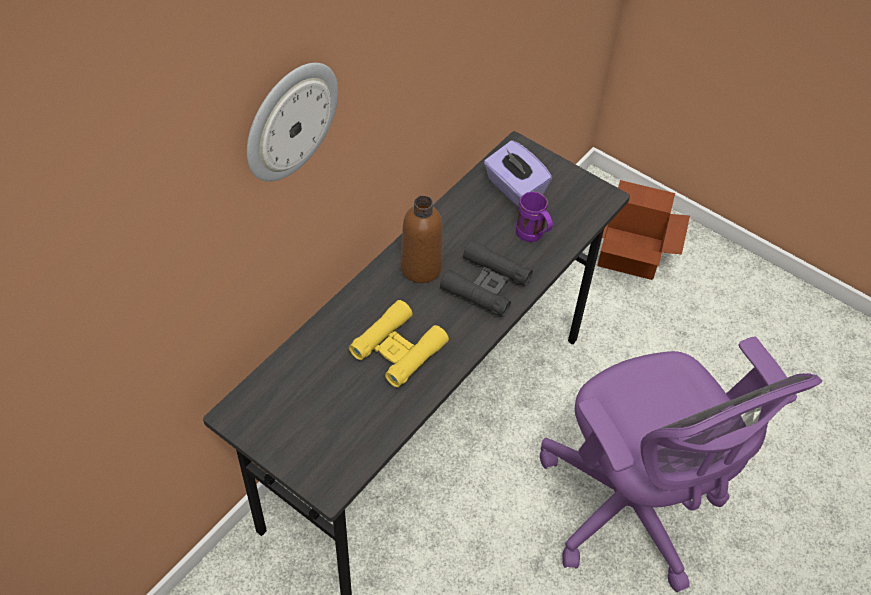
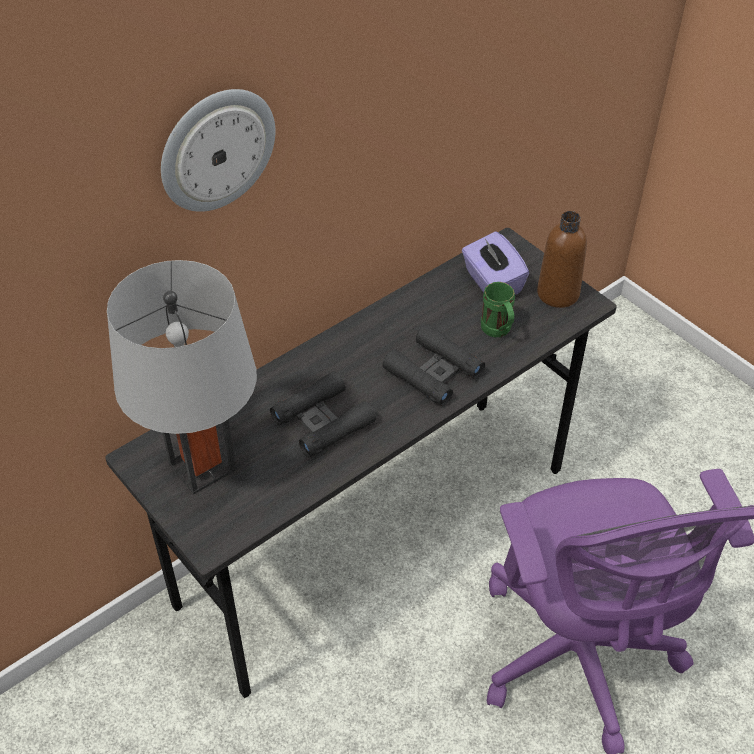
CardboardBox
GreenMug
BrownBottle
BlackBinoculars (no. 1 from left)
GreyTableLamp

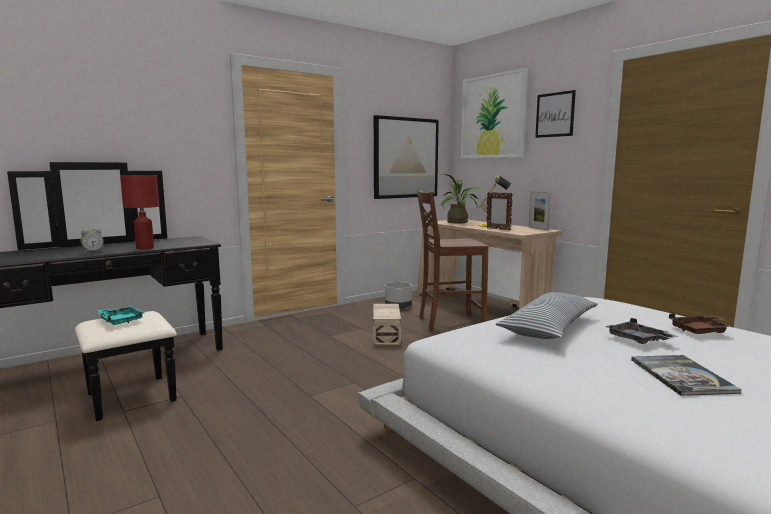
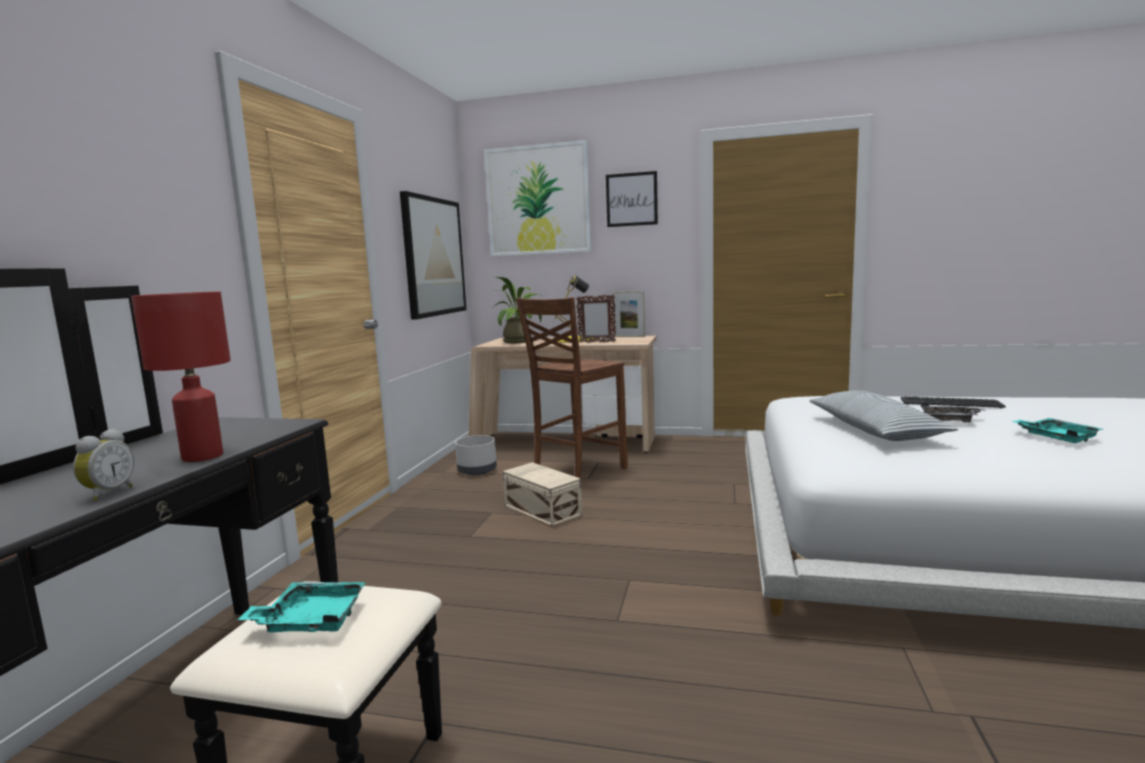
Keyboard
TurquoiseTray (no. 2 from left)

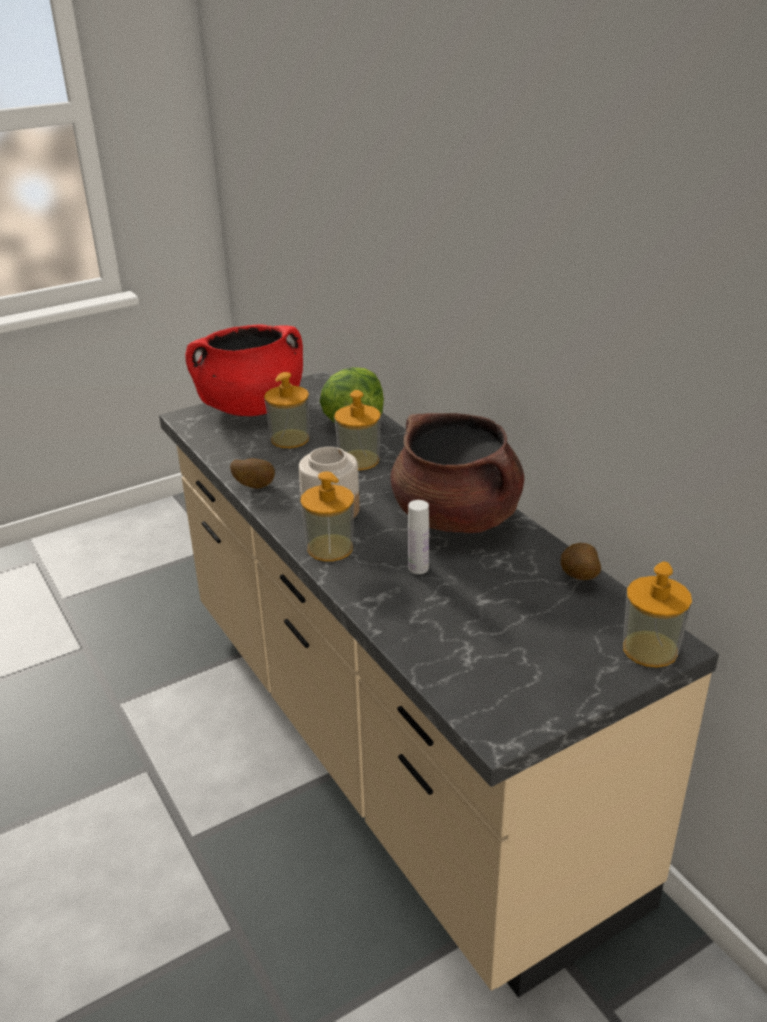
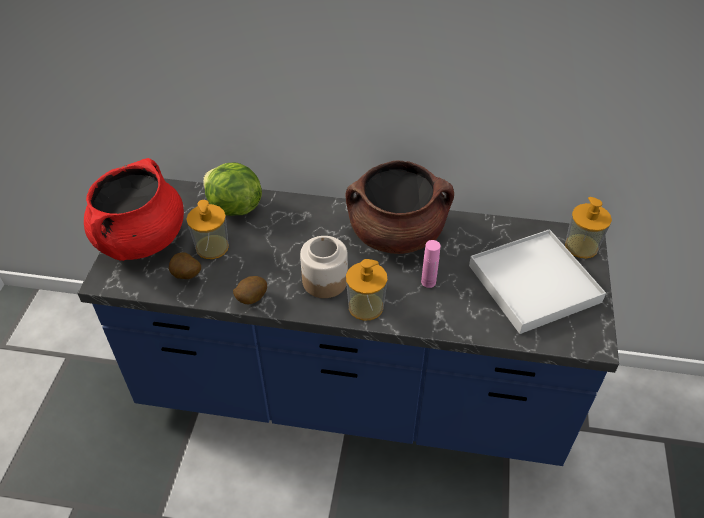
BlueCounter
SoapDispenser (no. 3 from left in the first image)
PinkBottle
Potato (no. 1 from left)
WhiteTray

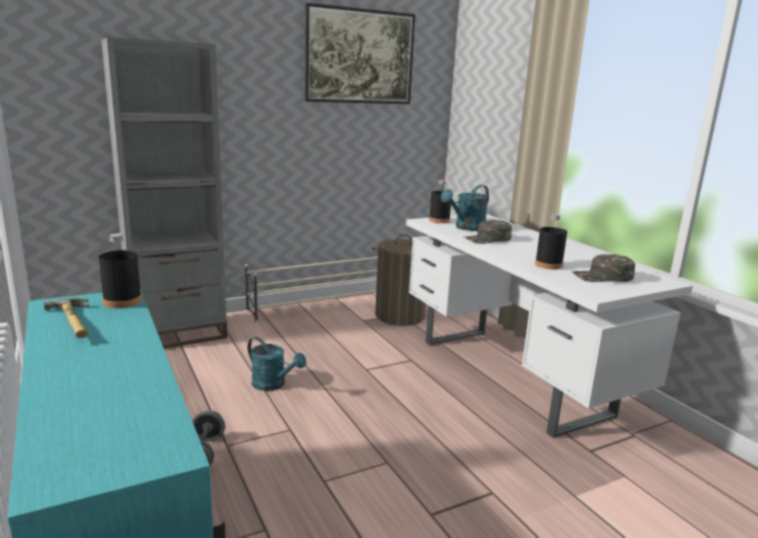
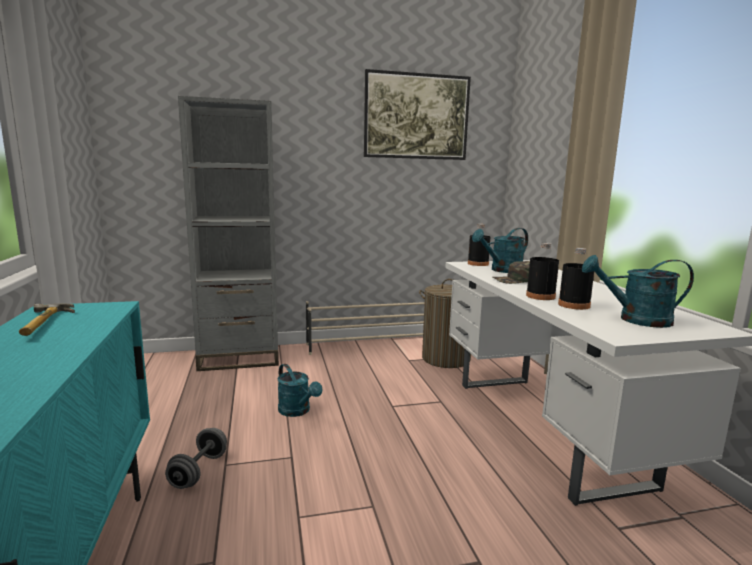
BlackBottle (no. 2 from left)
TurquoiseWateringCan (no. 3 from left)

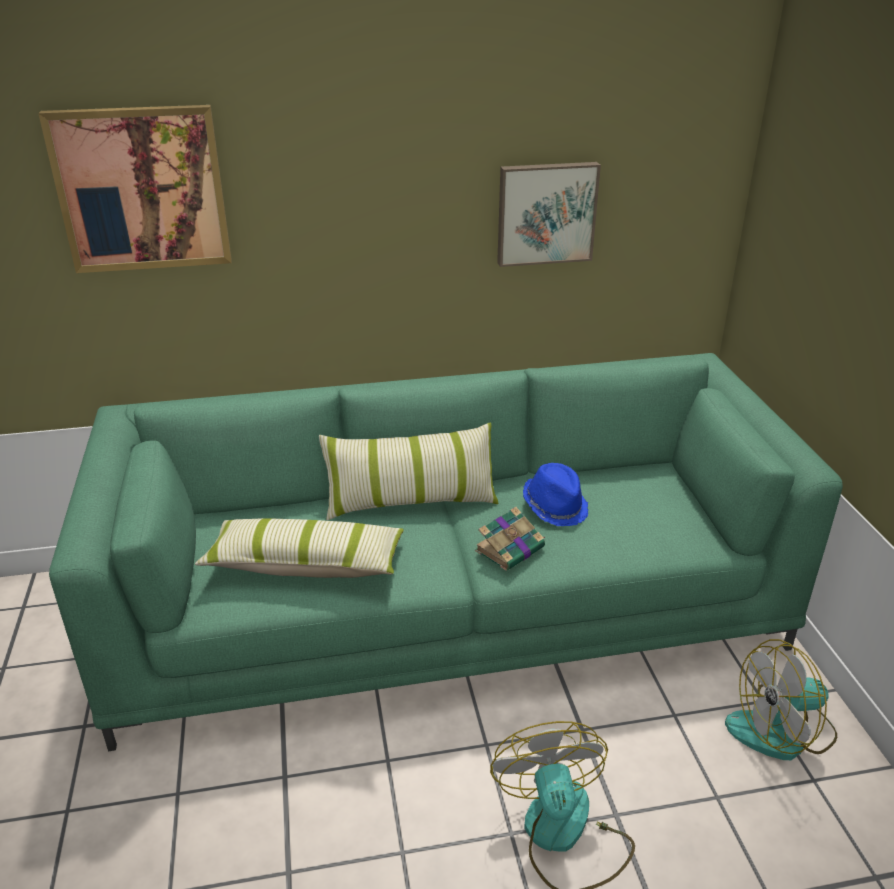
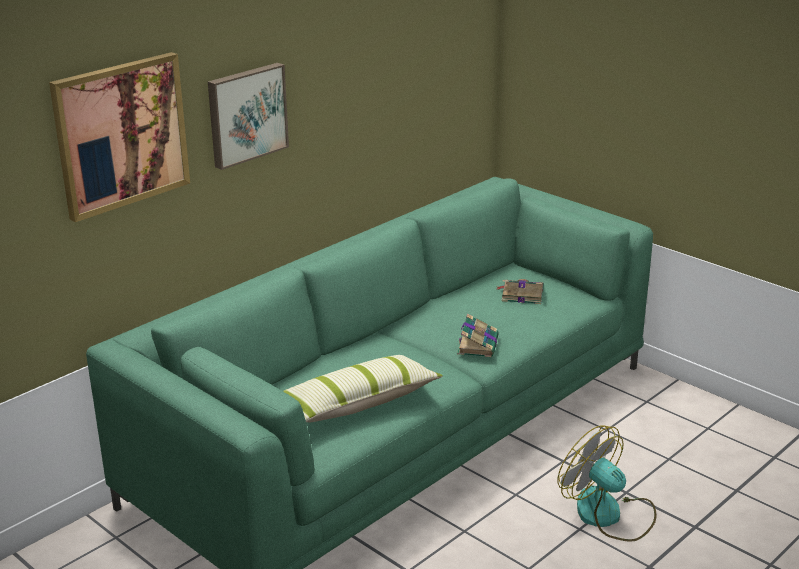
Picture (no. 2 from left)
Pillow (no. 2 from left in the first image)
BlueHat
Fan (no. 2 from left in the first image)
Book (no. 2 from left)

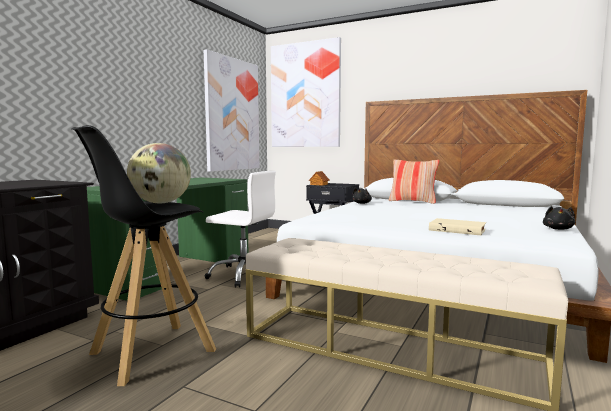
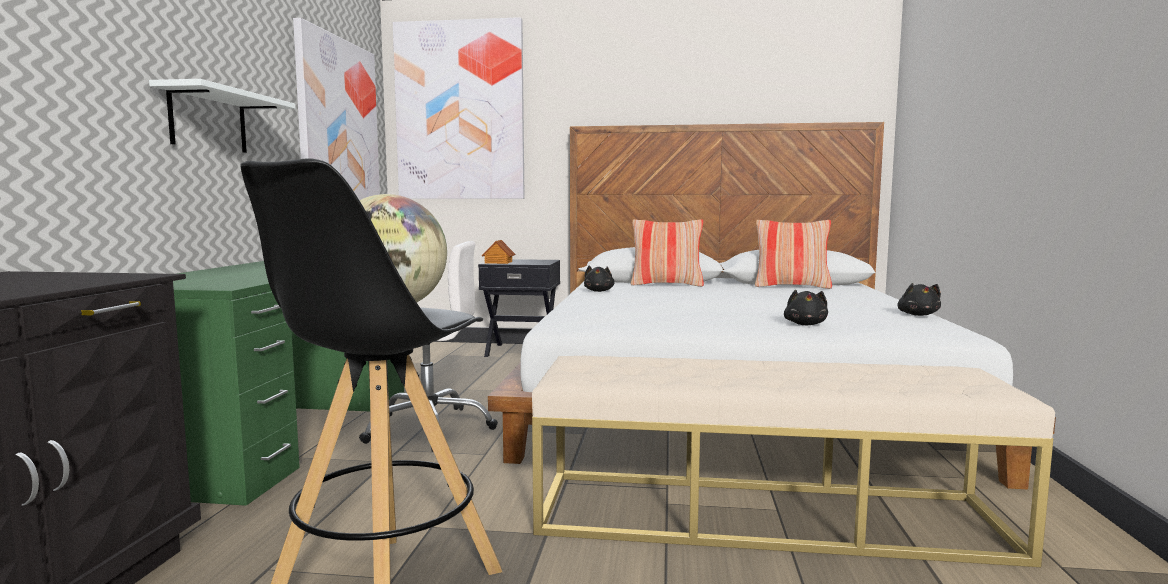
BlackPlushToy (no. 2 from left)
WhiteShelf
Pillow (no. 2 from left)

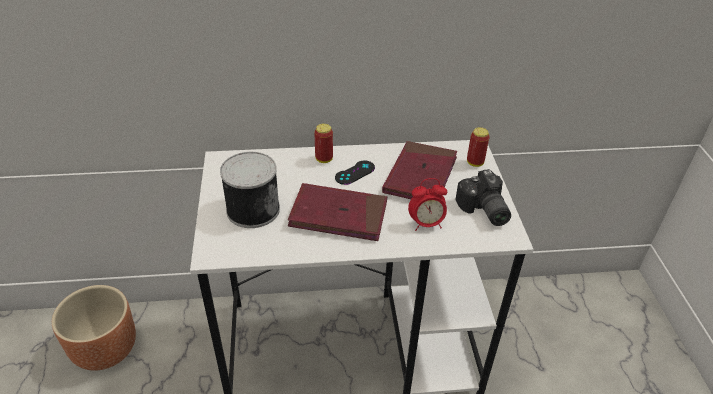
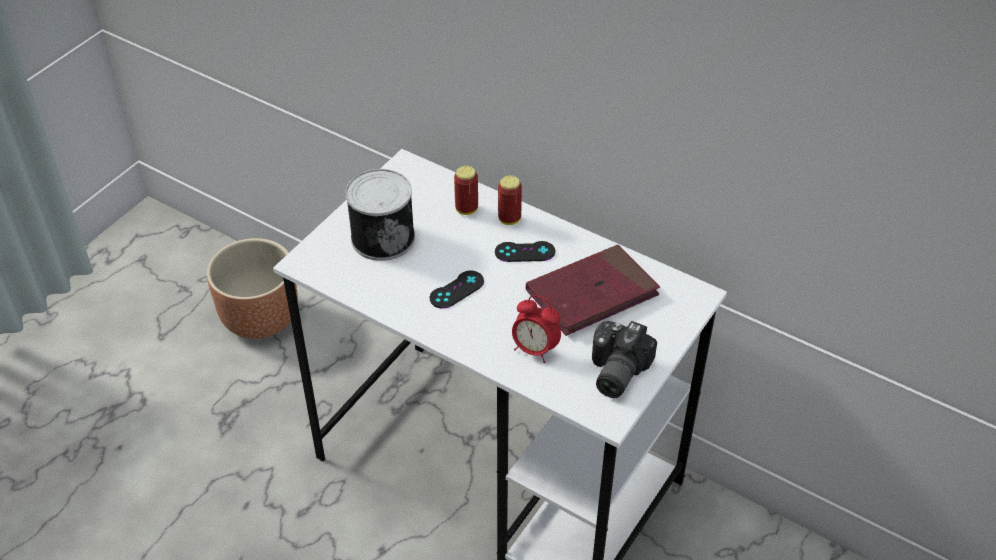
Can (no. 2 from left)
BlackGameController (no. 1 from left)

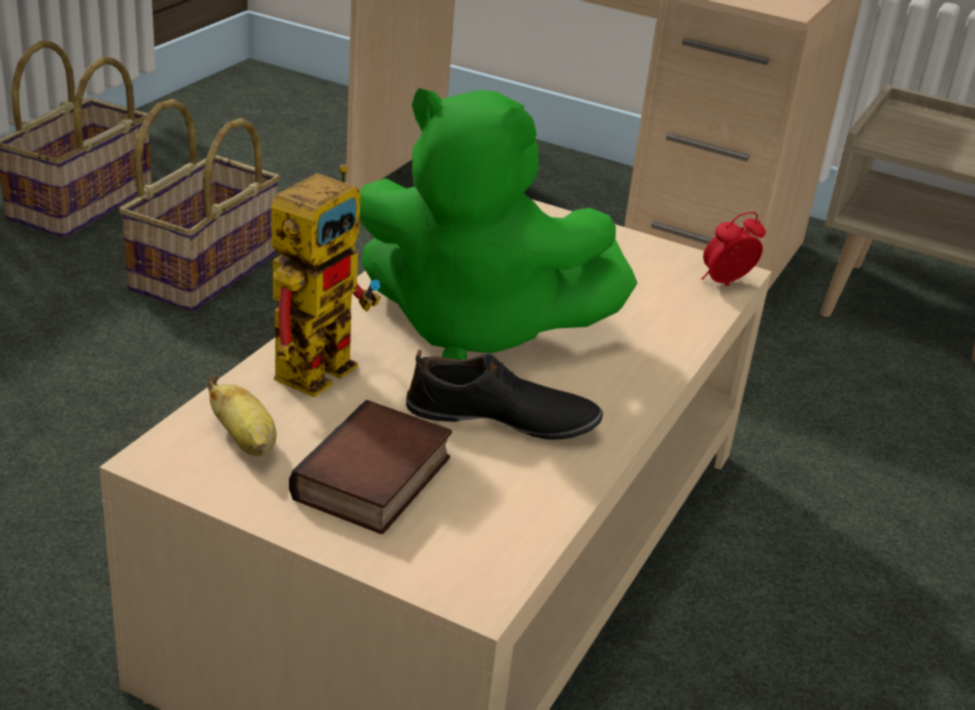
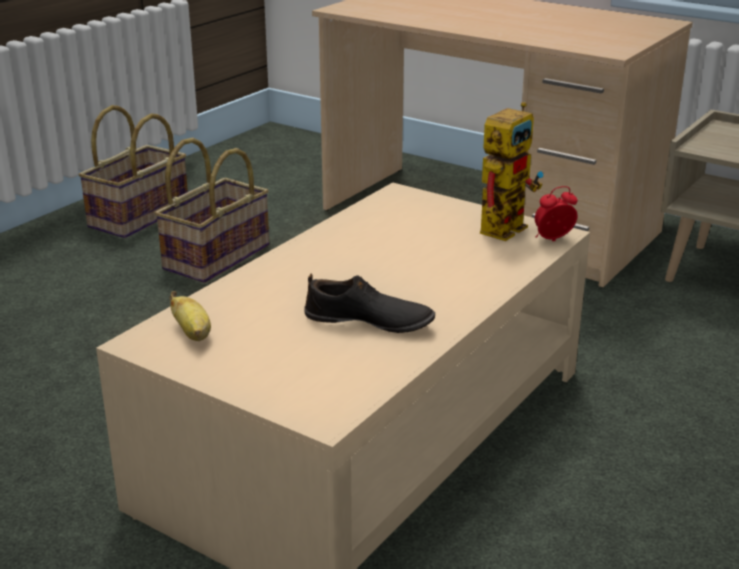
GreenPlushToy
ToyRobot
Book

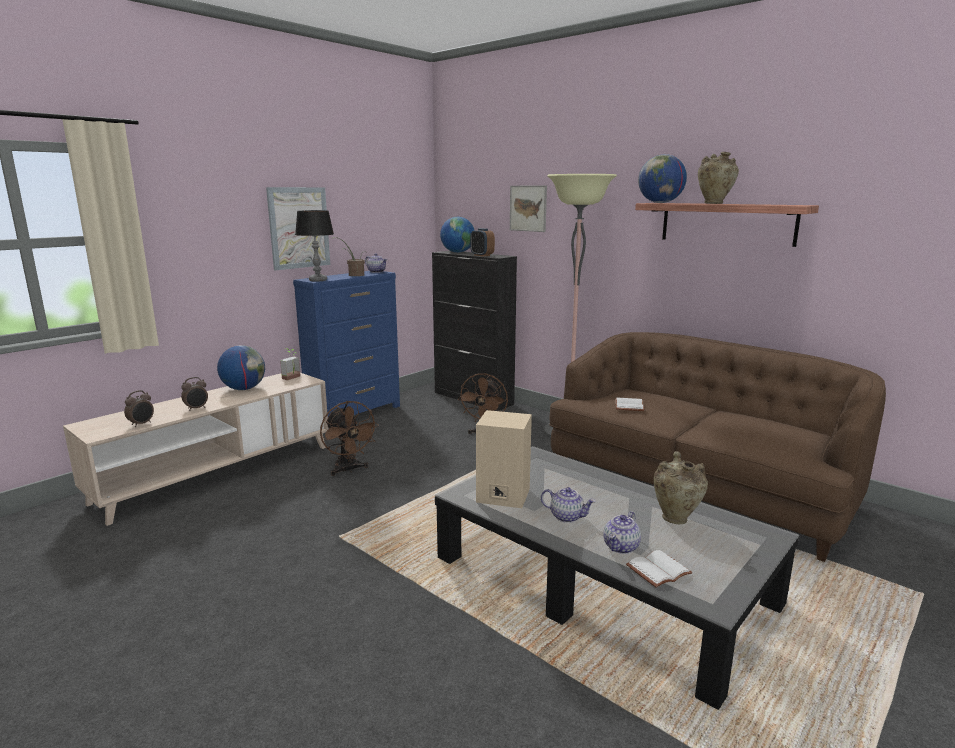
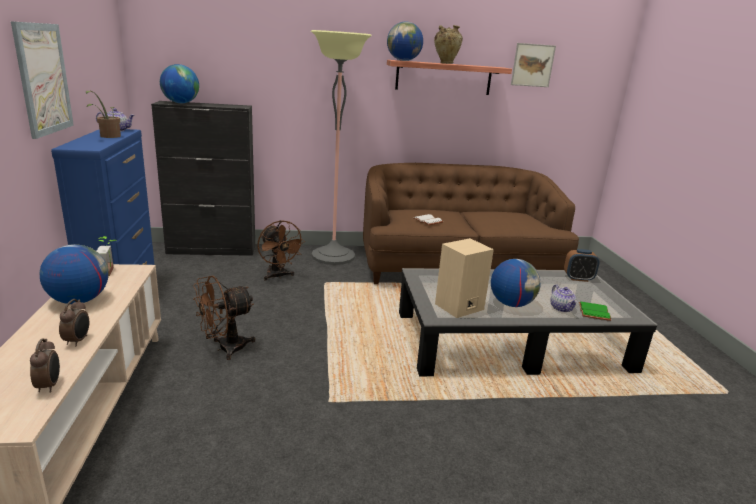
Picture (no. 2 from left)
TableLamp
AlarmClock (no. 3 from left)
BrownFan (no. 1 from left)
BeigeVase (no. 1 from left in the first image)
Globe (no. 4 from left)
GreenBook

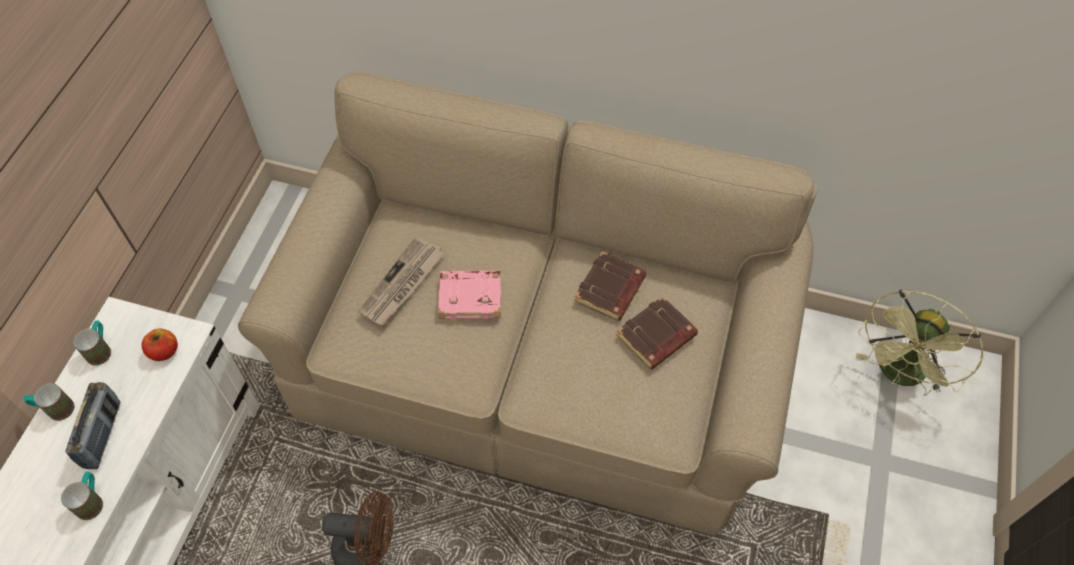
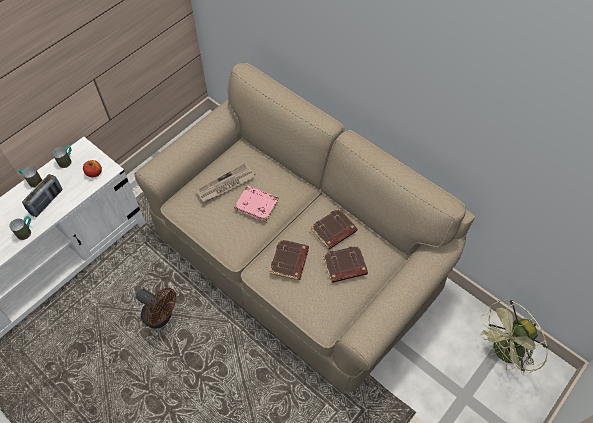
BrownBook (no. 1 from left)

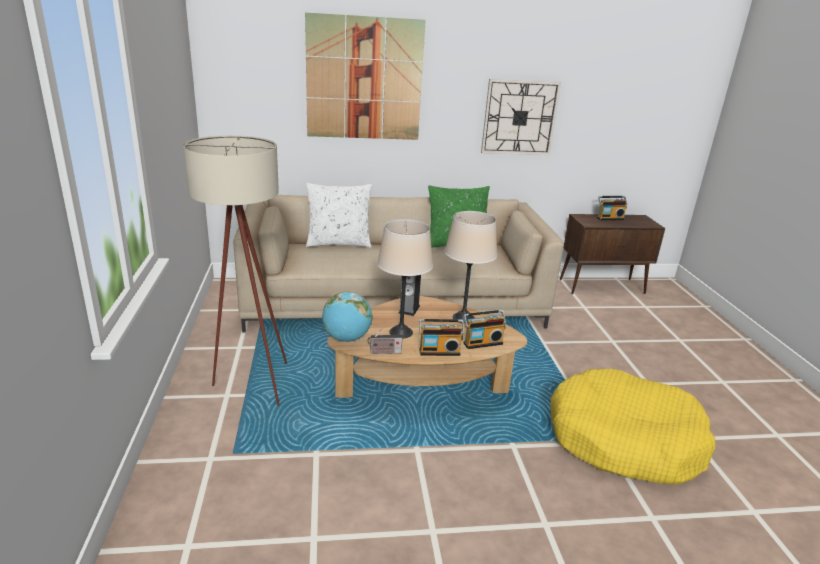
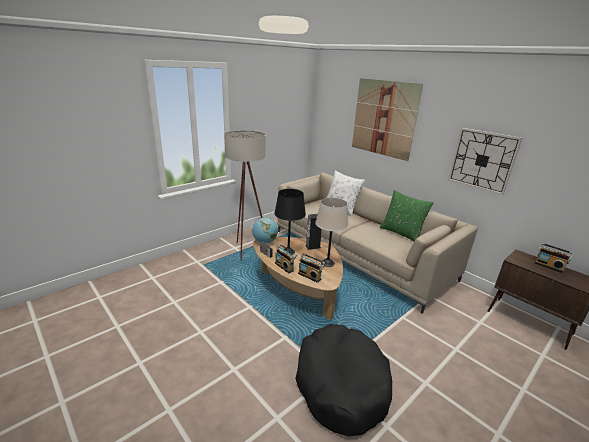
BlackTableLamp
BlackDogBed

